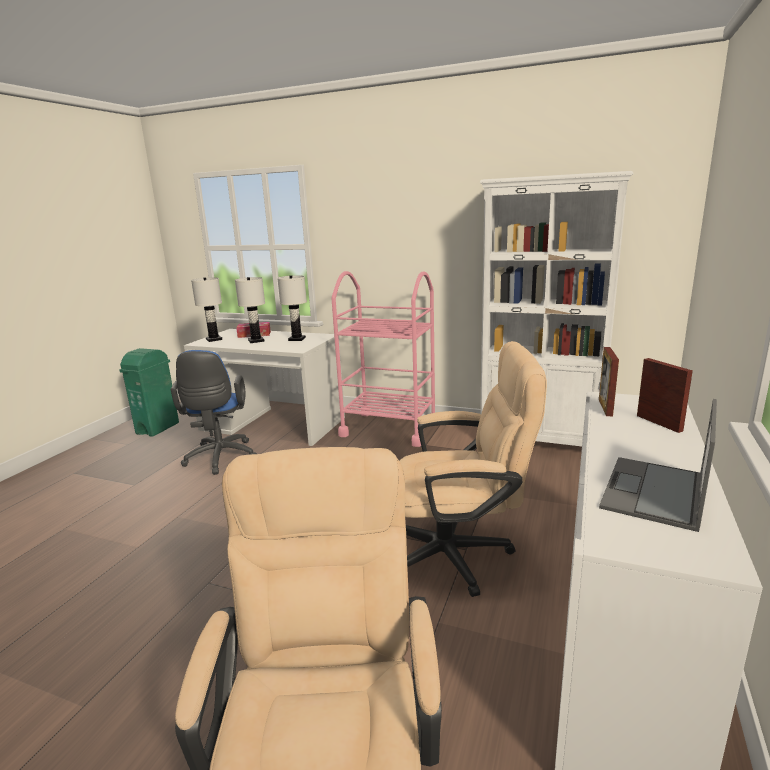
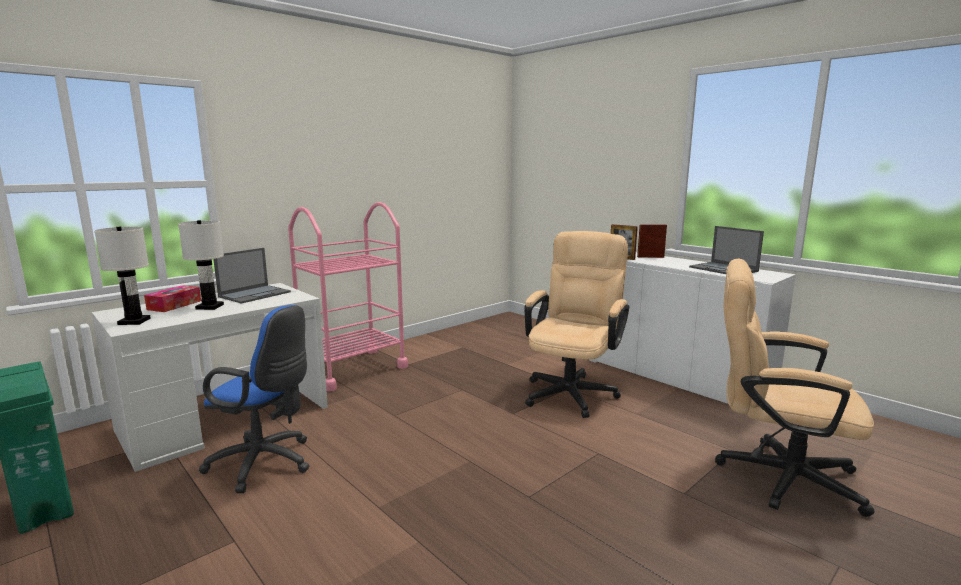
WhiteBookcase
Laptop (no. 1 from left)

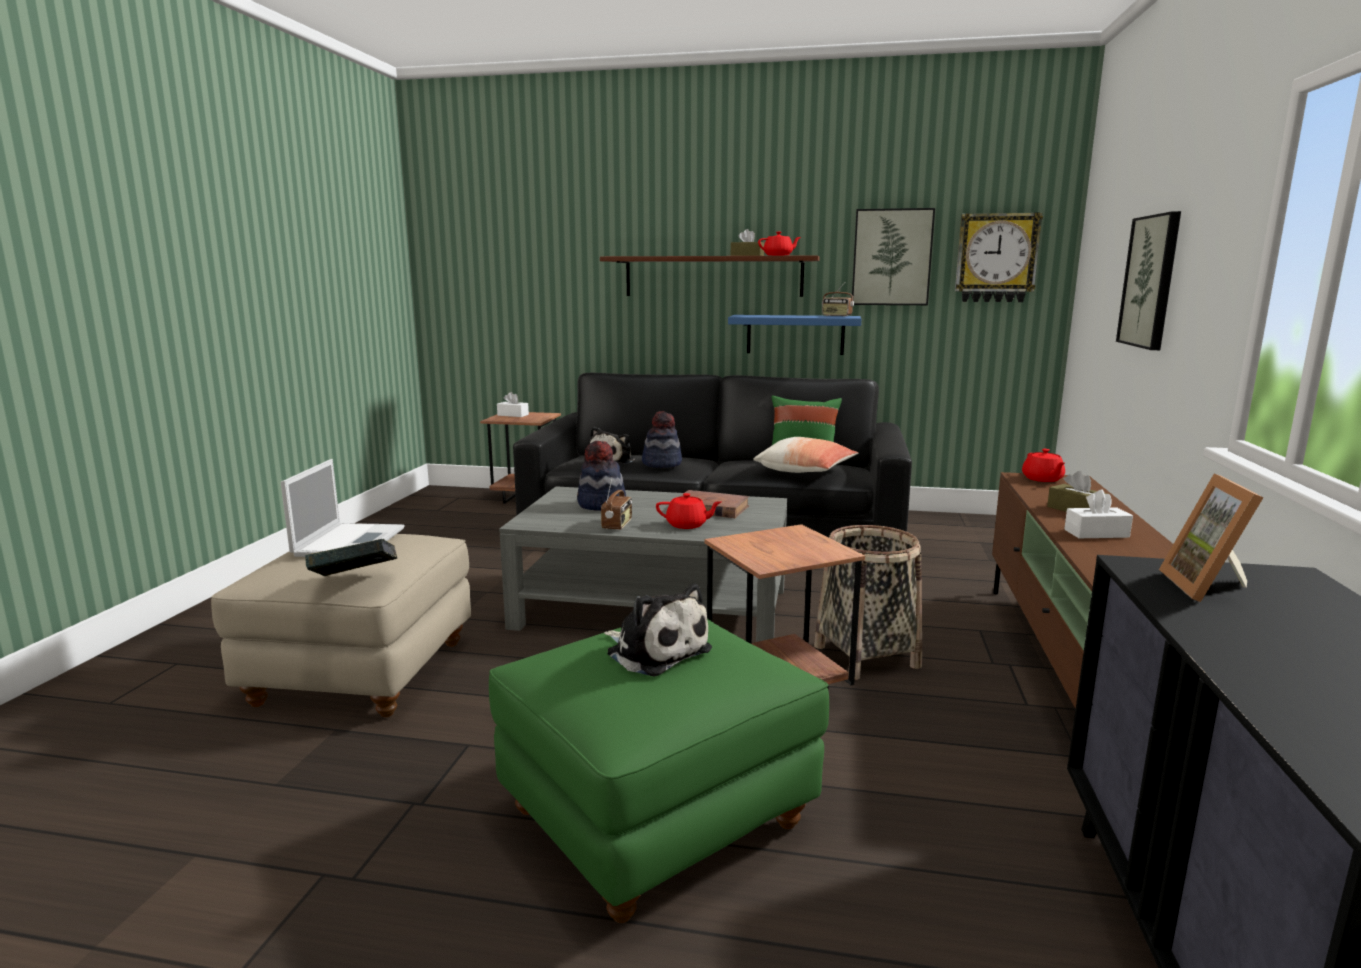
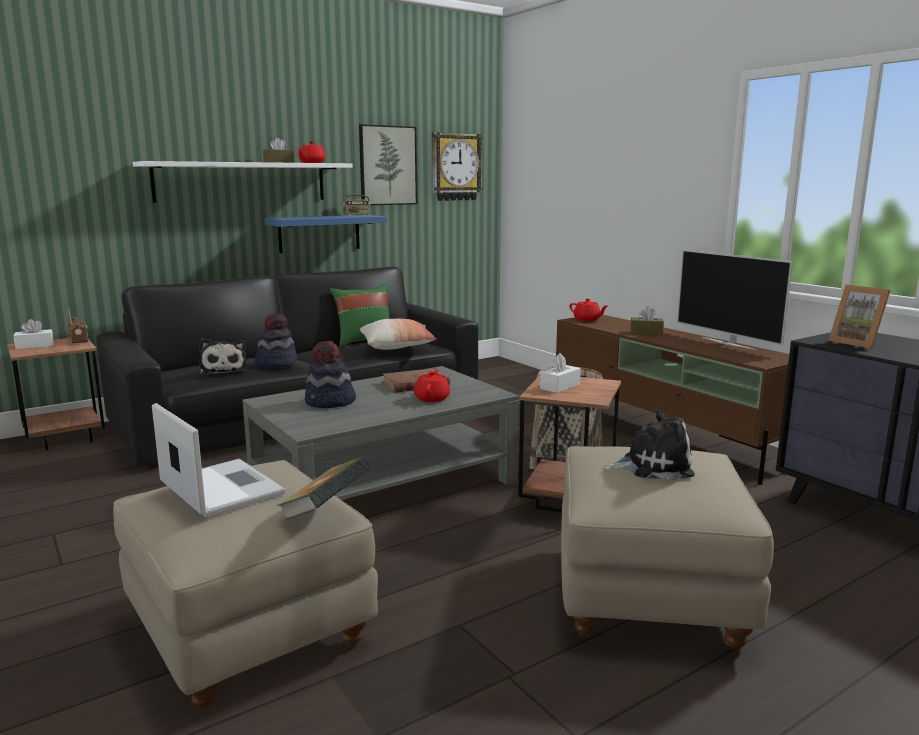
Picture (no. 2 from left in the first image)
WhiteShelf
Radio (no. 1 from left)
WhiteTissueBox (no. 2 from left)
RedTeapot (no. 2 from left)
BeigeOttoman (no. 2 from left)
Television

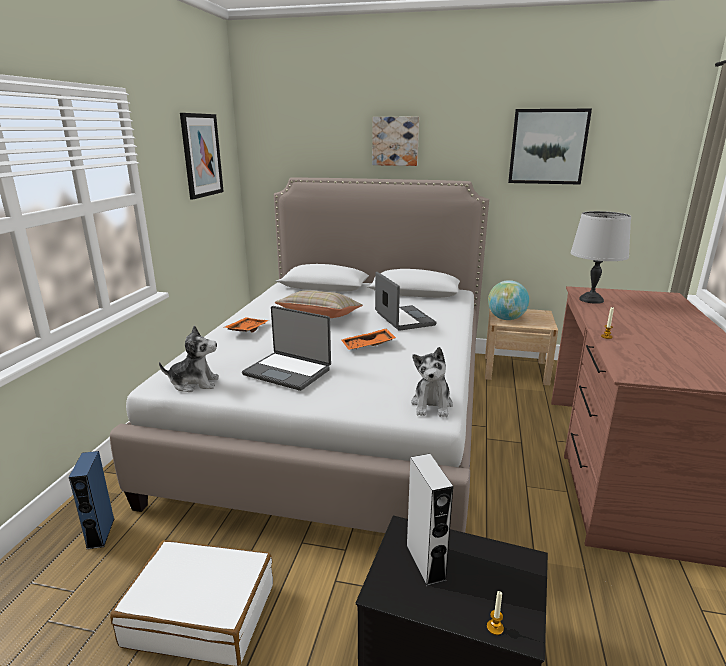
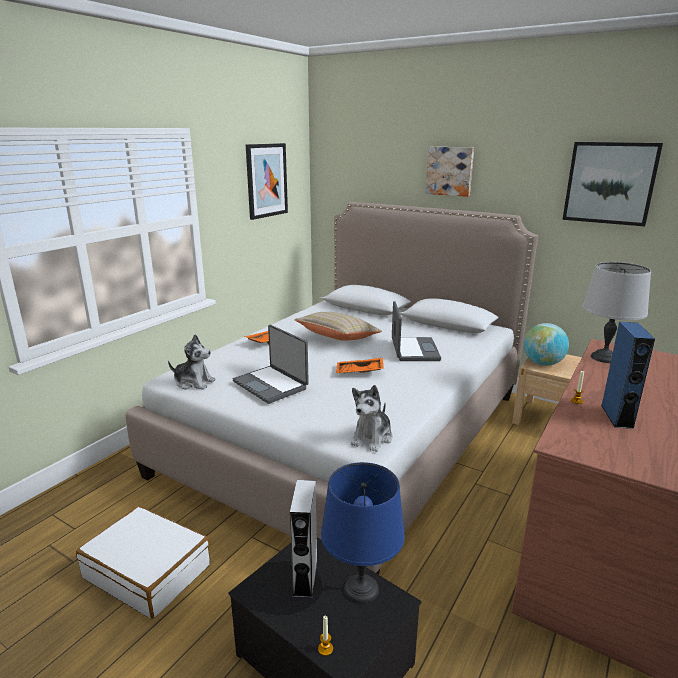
BlueSpeaker
BlueTableLamp

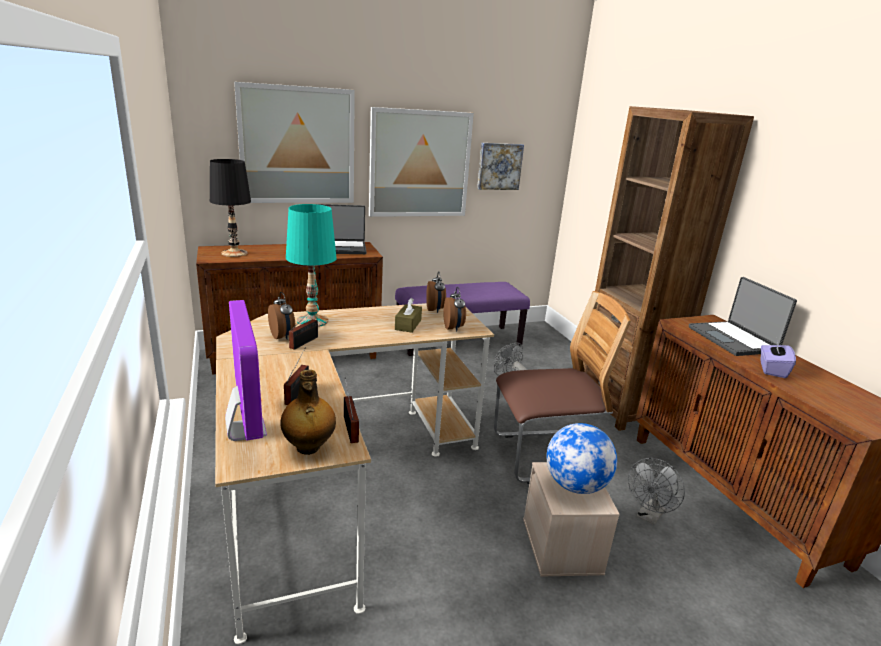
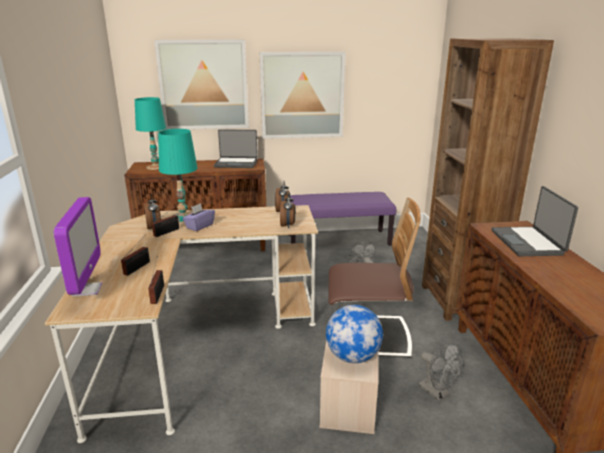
Picture (no. 3 from left in the first image)
TurquoiseTableLamp (no. 1 from left)
BrownTissueBox
PurpleTissueBox
Bottle
GreyFan (no. 2 from left)

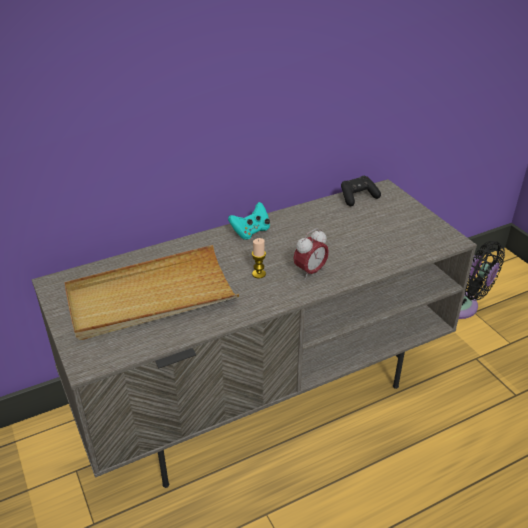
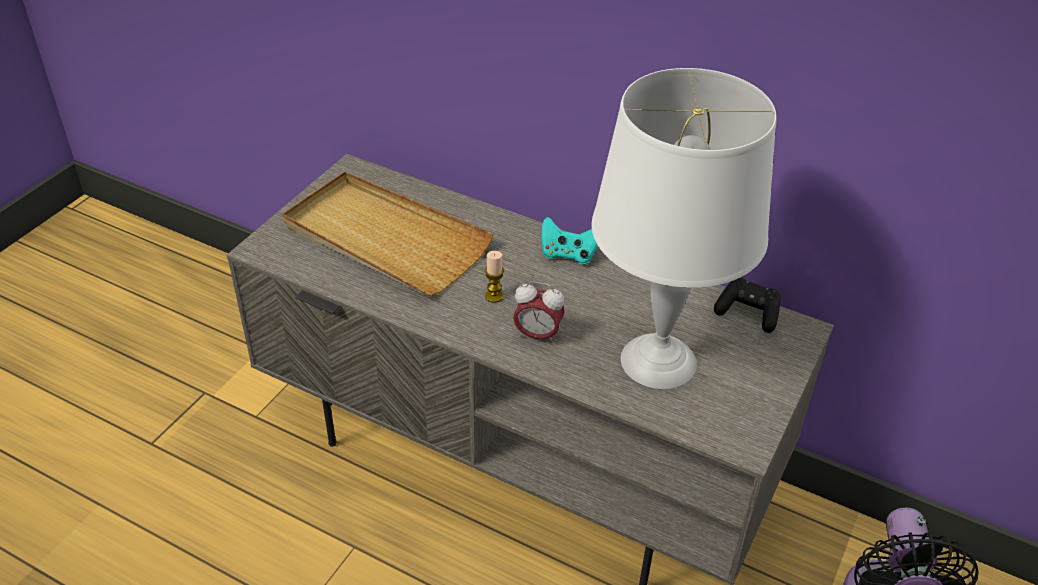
WhiteTableLamp

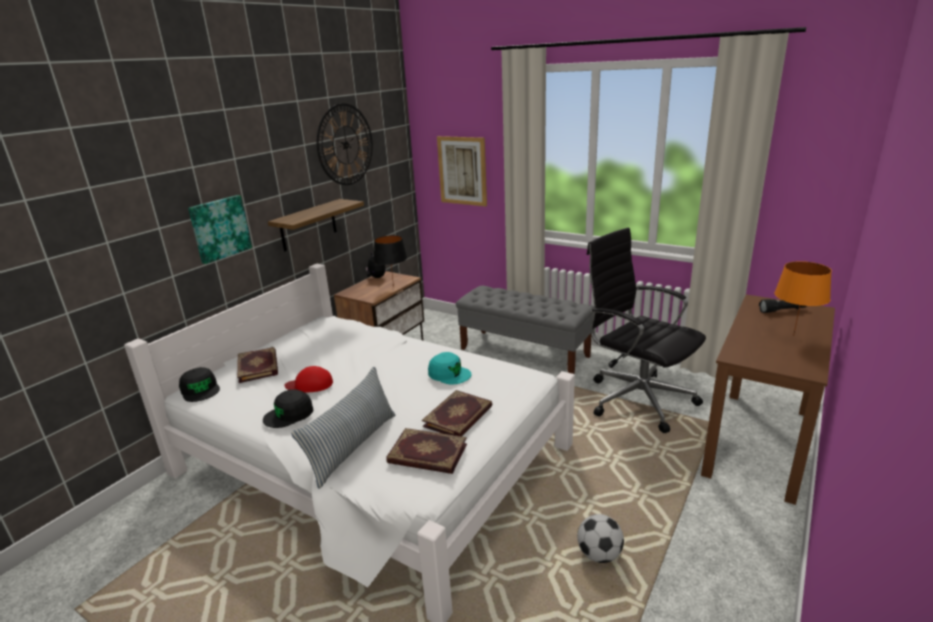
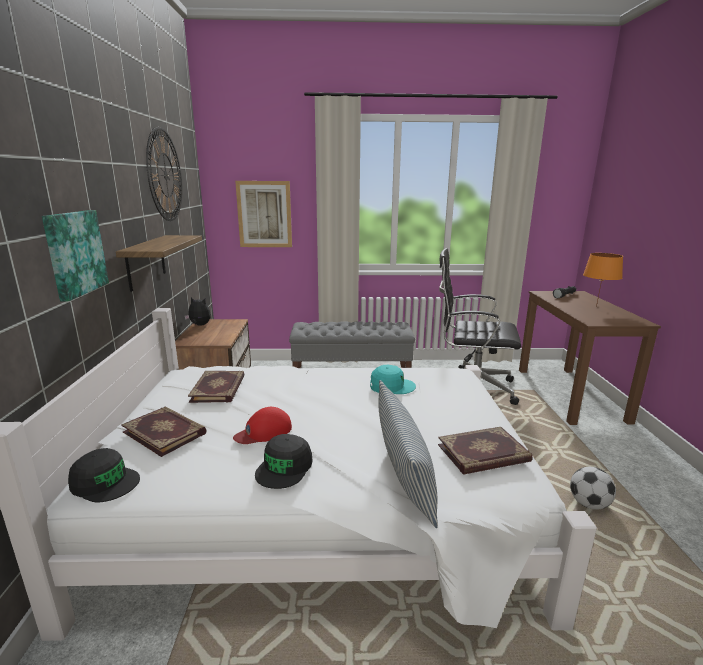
BlackTableLamp
Book (no. 2 from left)

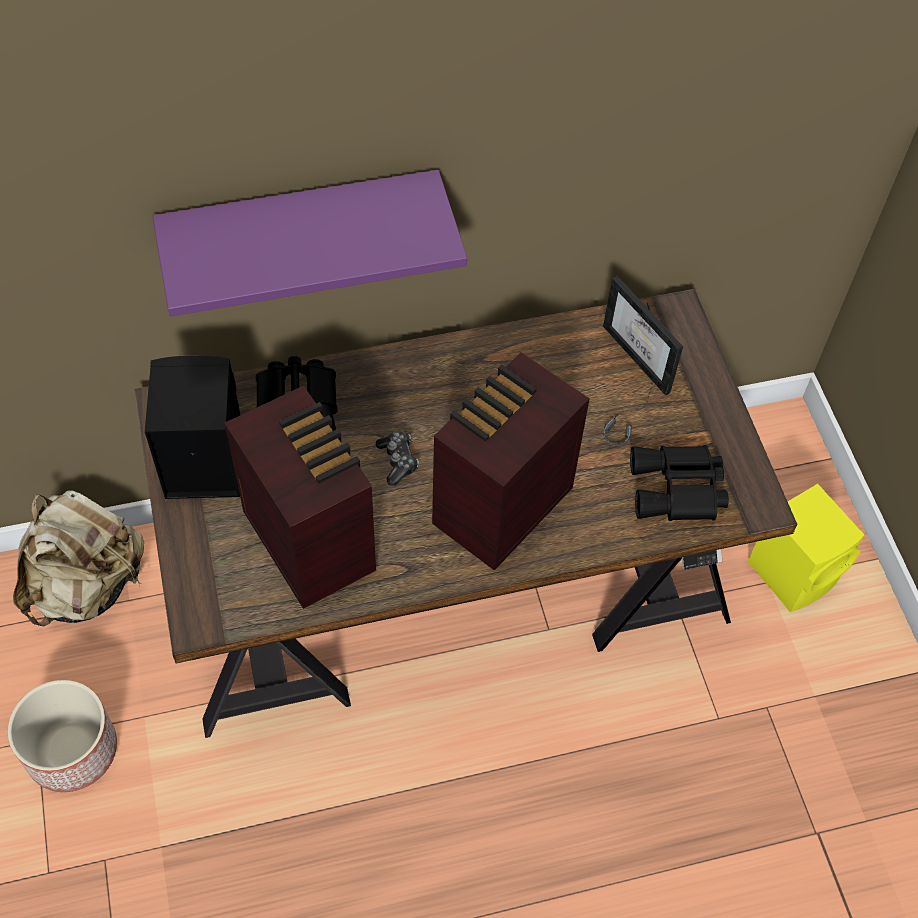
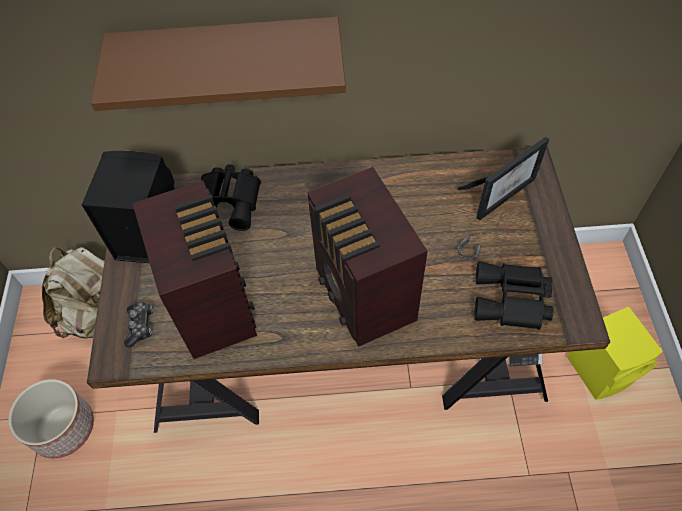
BrownShelf
PictureFrame
Radio (no. 2 from left)
GameController

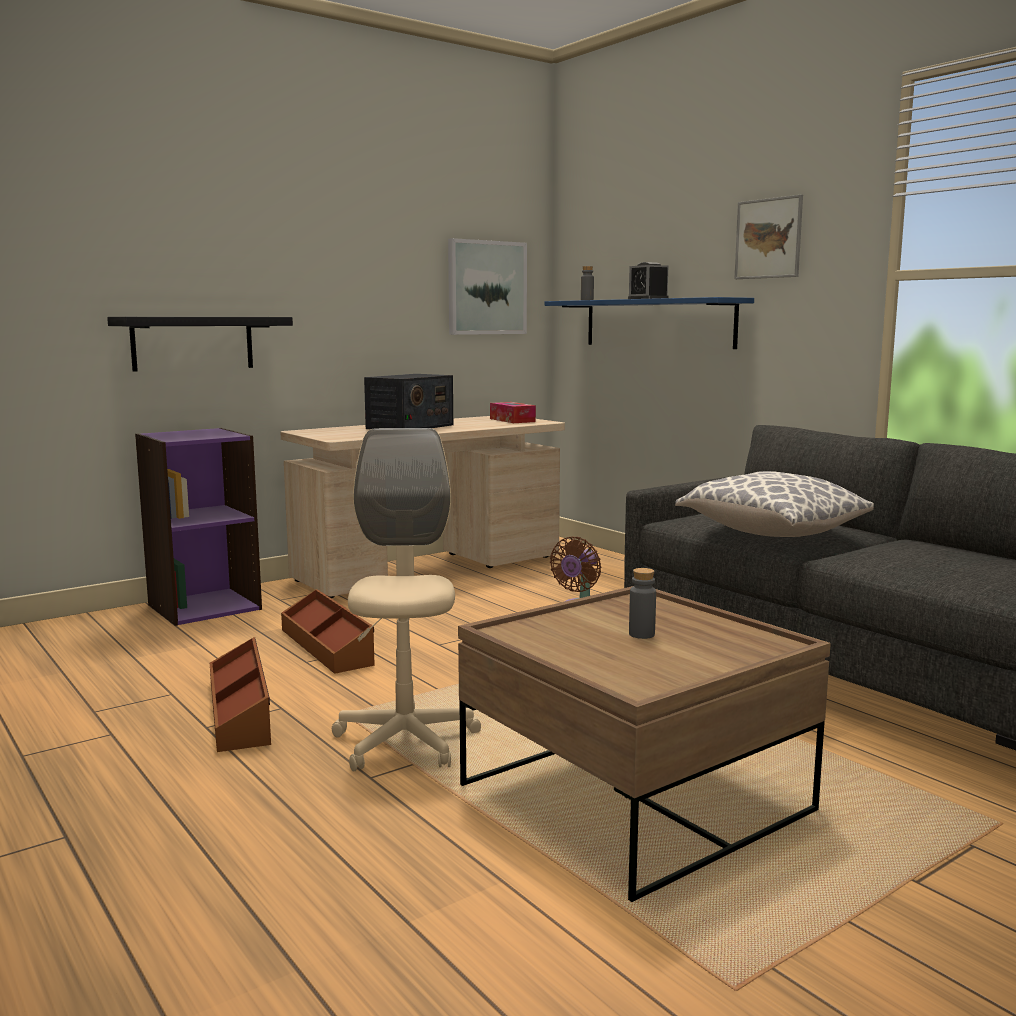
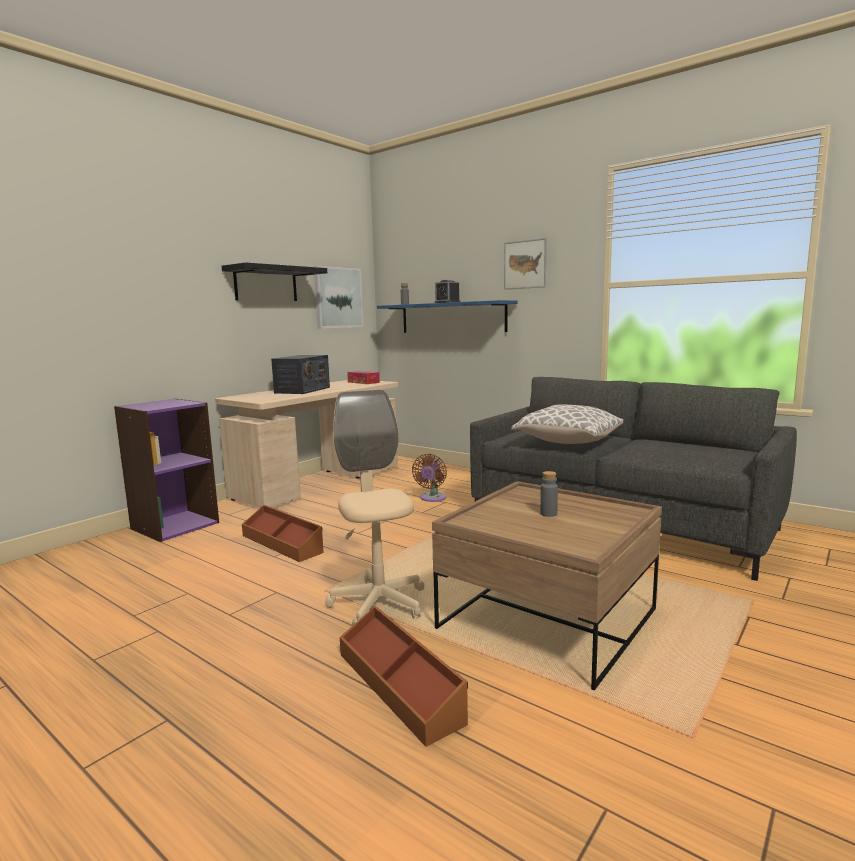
BlackShelf
BrownStorageBox (no. 2 from left)

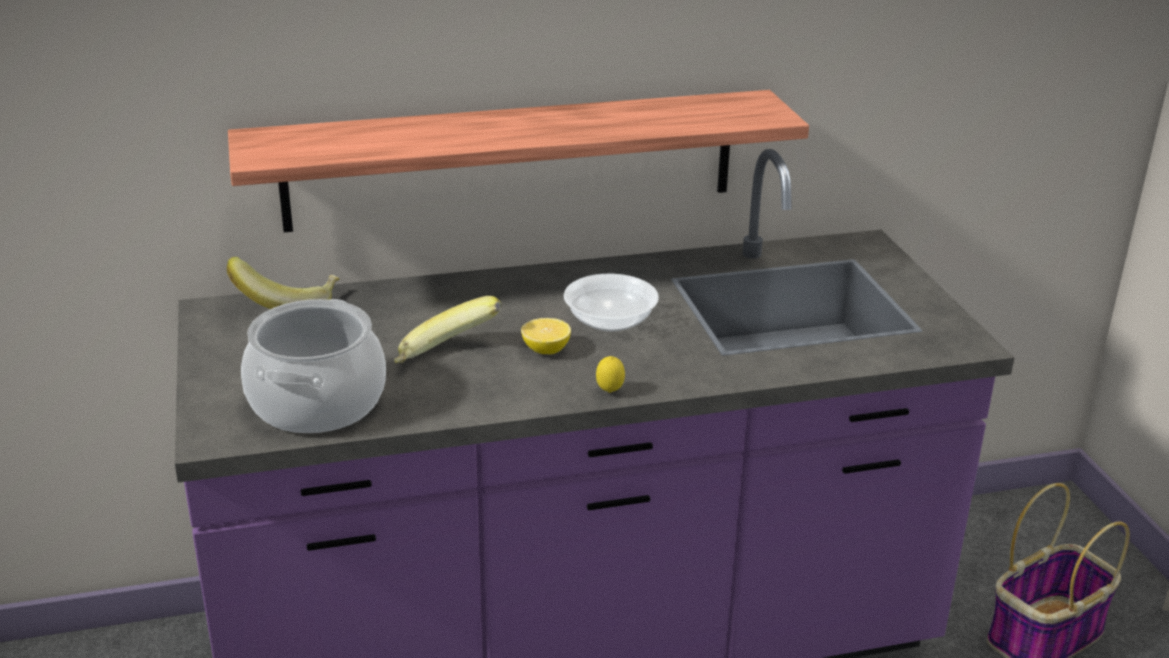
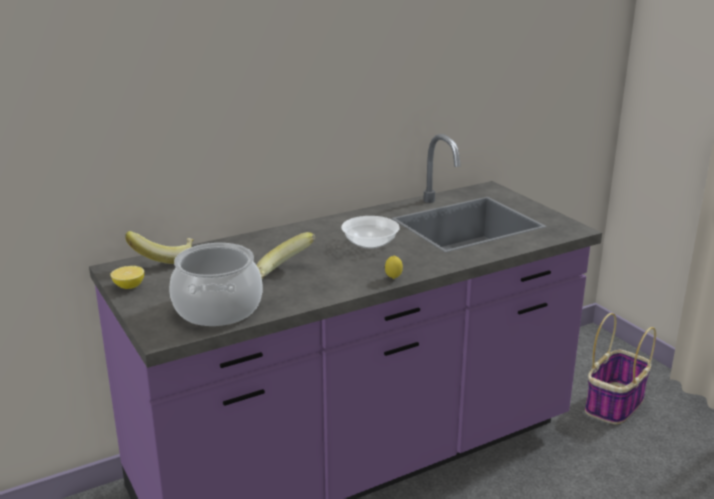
Shelf
Lemon (no. 1 from left)

